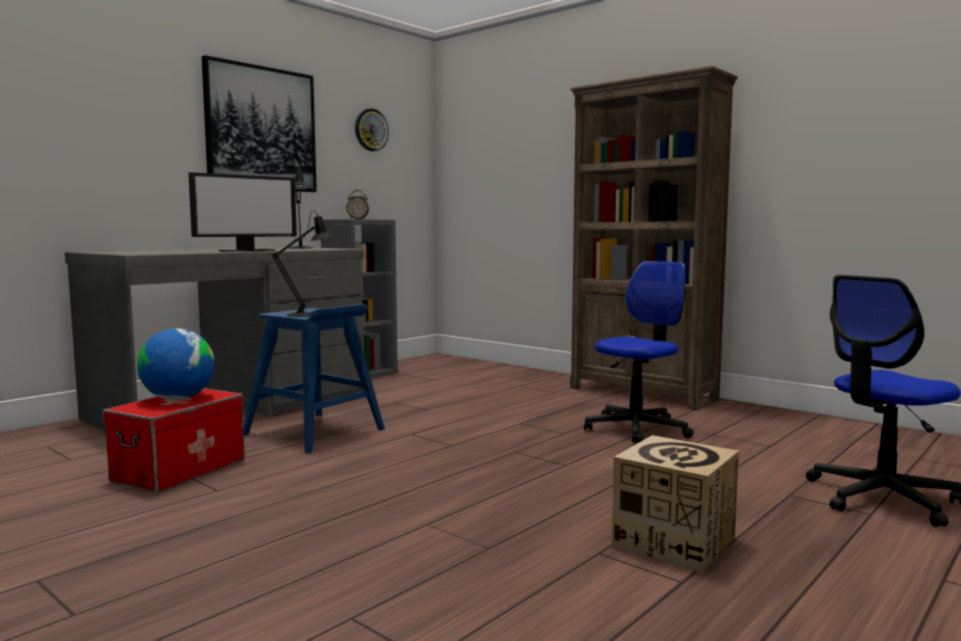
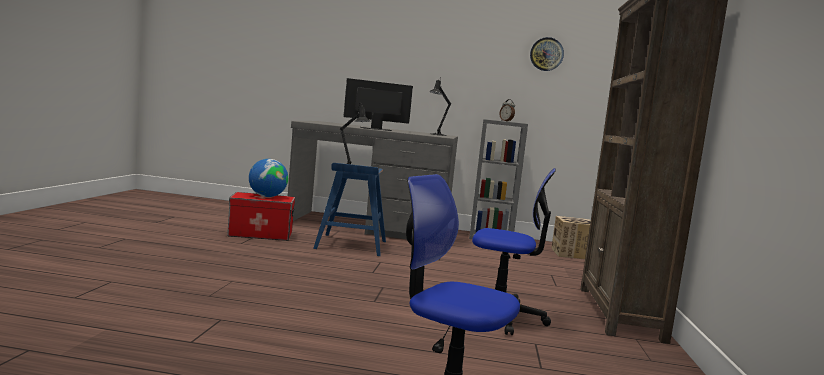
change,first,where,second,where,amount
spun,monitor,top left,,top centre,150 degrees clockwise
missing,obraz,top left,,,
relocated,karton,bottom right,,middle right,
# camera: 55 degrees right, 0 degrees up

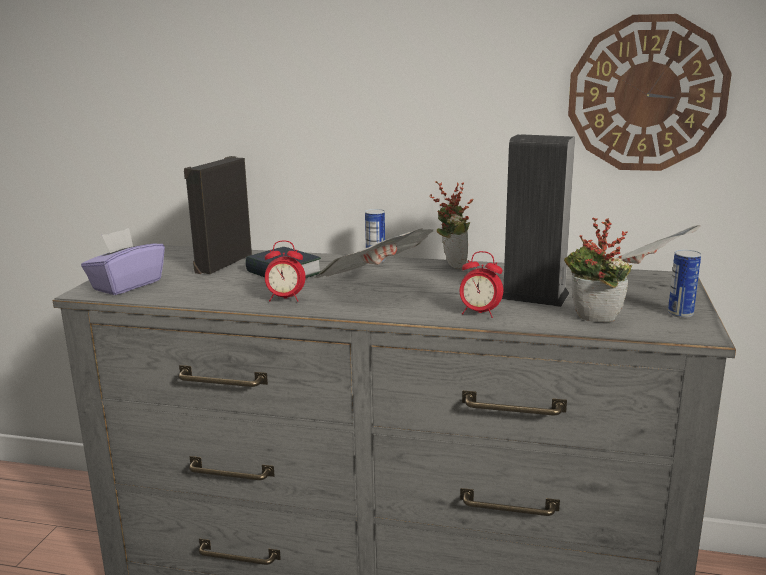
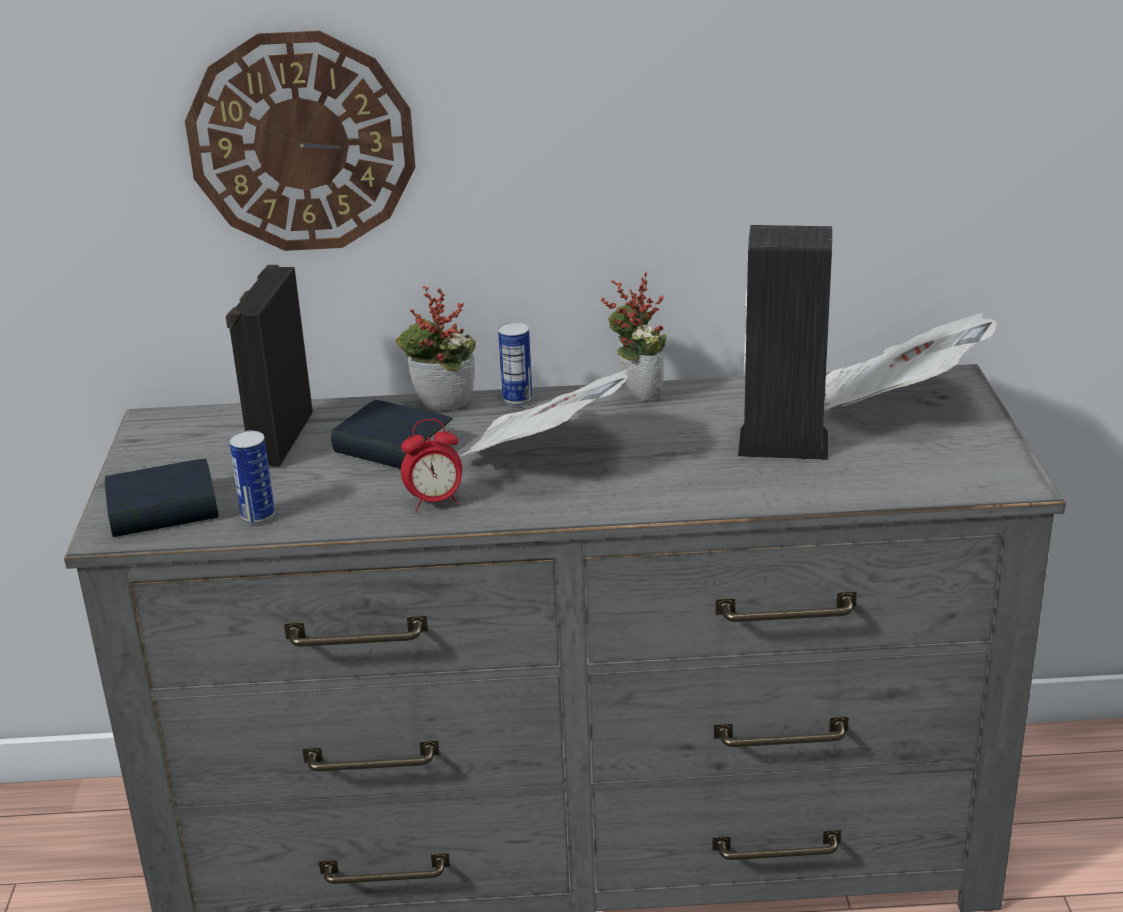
change,first,where,second,where,amount
exchanged,pudełko chusteczek (fioletowy),middle left,książka (no. 1 from left),middle left,
missing,budzik (no. 2 from left),centre,,,
relocated,roślina doniczkowa (no. 2 from left in the first image),middle right,roślina doniczkowa (no. 1 from left),centre,
relocated,zegar ścienny,top right,,top left,
relocated,puszka (no. 2 from left in the first image),middle right,puszka (no. 1 from left),middle left,
# camera: 15 degrees left, 10 degrees up

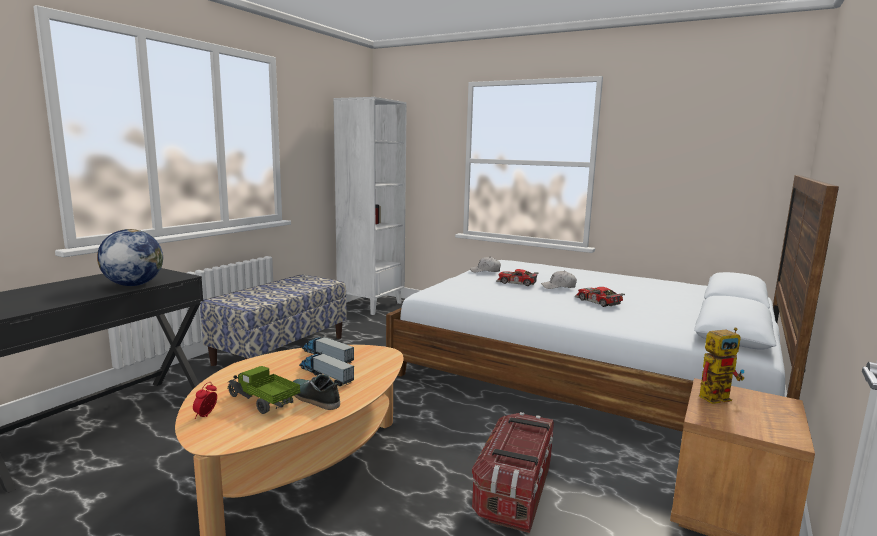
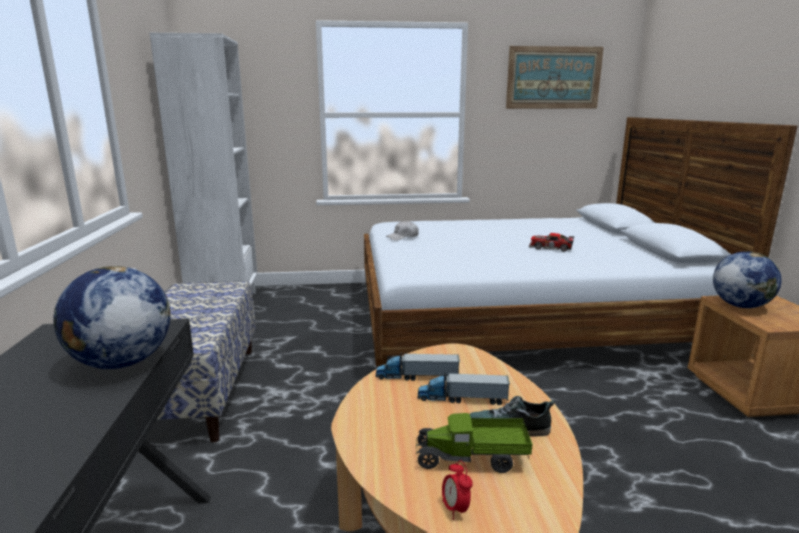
change,first,where,second,where,amount
missing,pojemnik do przechowywania,bottom centre,,,
missing,samochodzik (no. 1 from left),centre,,,
missing,czapka z daszkiem (biały) (no. 2 from left),centre,,,
exchanged,robot zabawkowy,bottom right,globus (no. 2 from left),middle right,
appeared,,,obraz,top right,
# camera: 35 degrees left, 5 degrees up

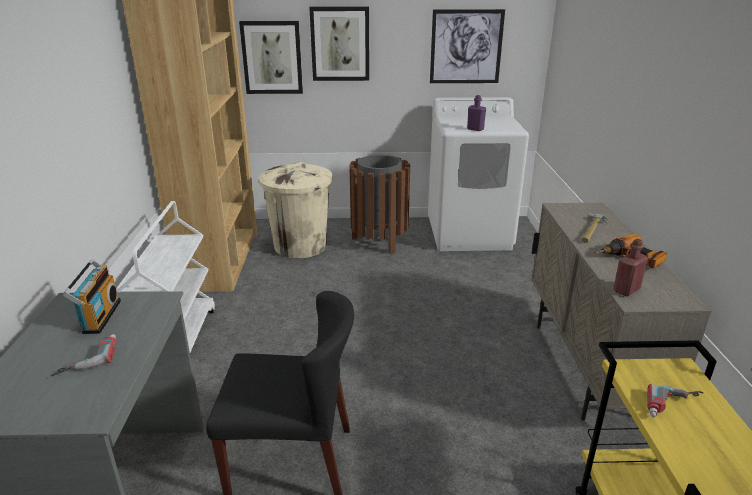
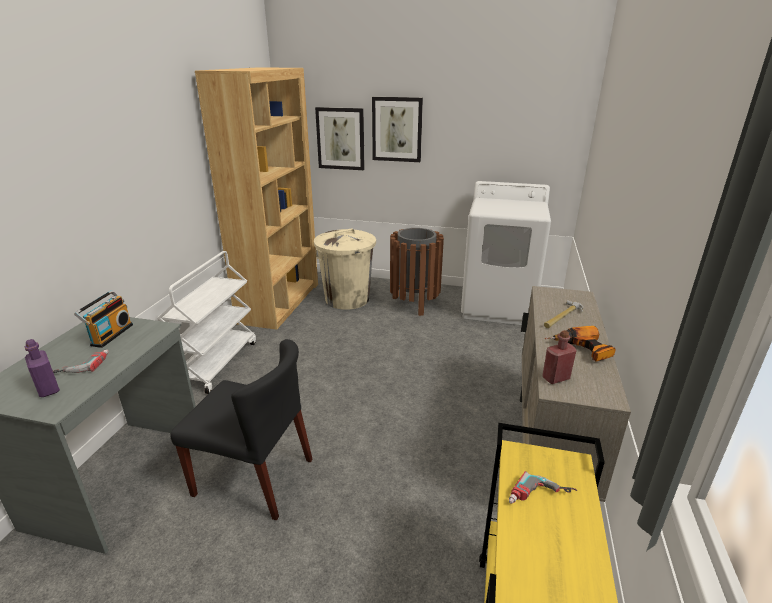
change,first,where,second,where,amount
missing,obraz (no. 3 from left),top centre,,,
relocated,butelka (fioletowy),top centre,,middle left,
# camera: 15 degrees right, 0 degrees up

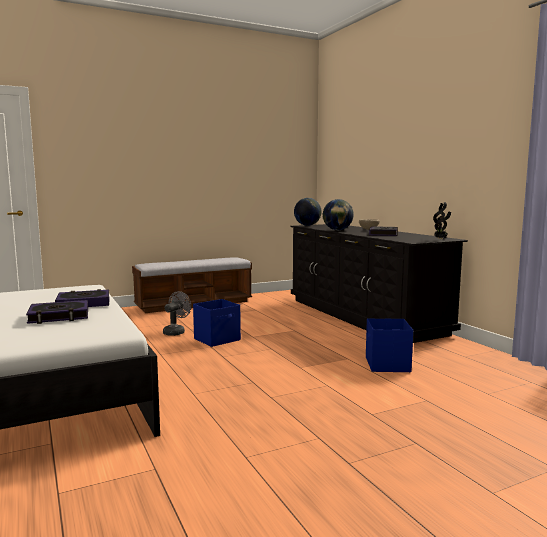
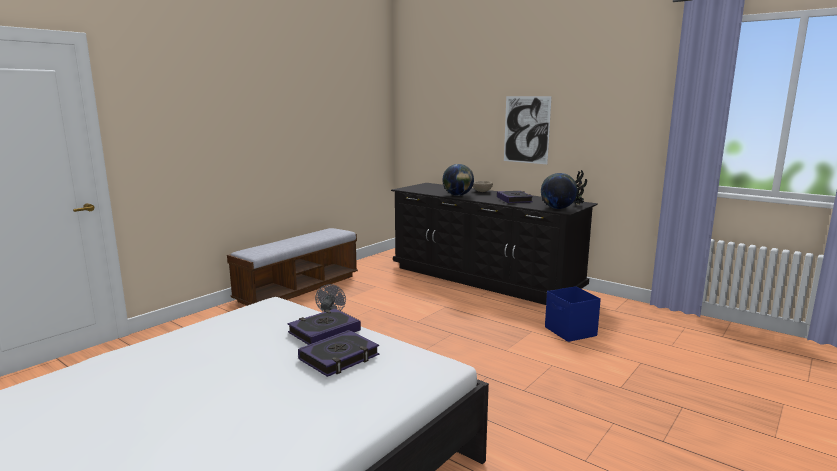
change,first,where,second,where,amount
missing,pojemnik do przechowywania (niebieski) (no. 1 from left),centre,,,
relocated,globus (no. 1 from left in the first image),centre,globus (no. 2 from left),middle right,
appeared,,,obraz,top centre,
# camera: 25 degrees left, 5 degrees up

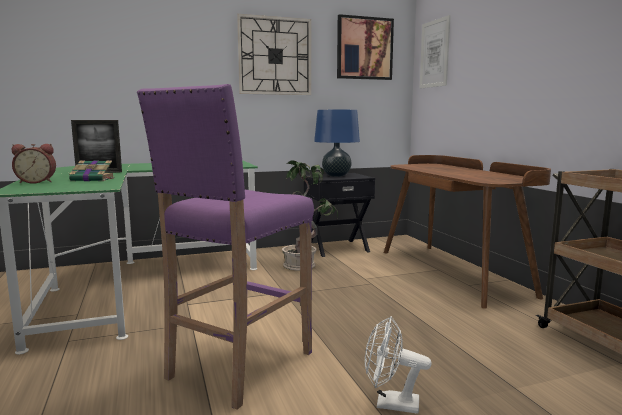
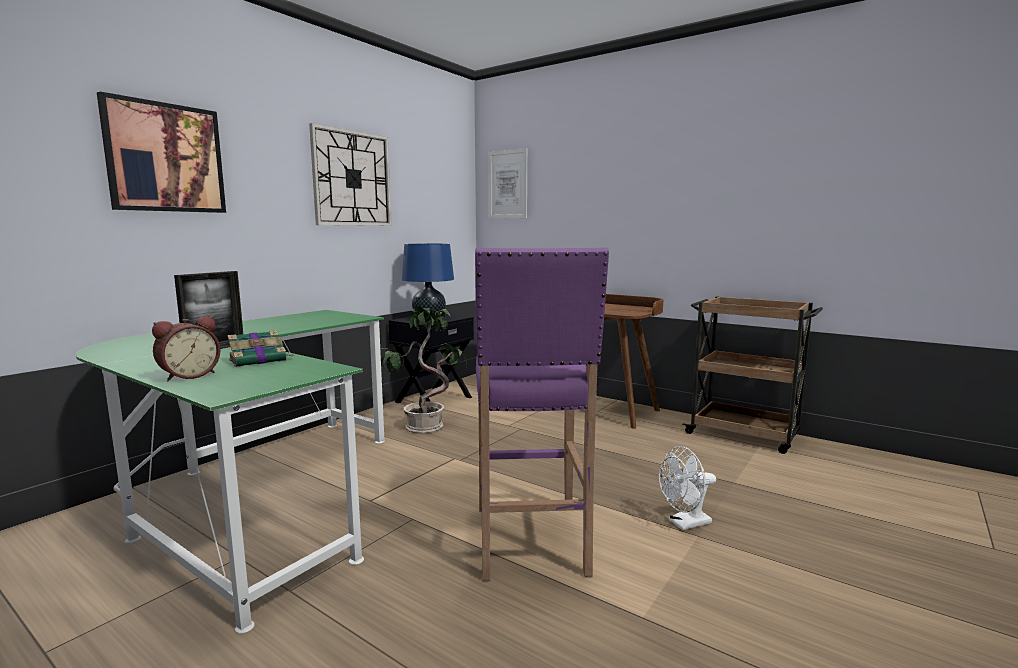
change,first,where,second,where,amount
relocated,obraz (no. 1 from left),top centre,,top left,
# camera: 35 degrees left, 0 degrees up

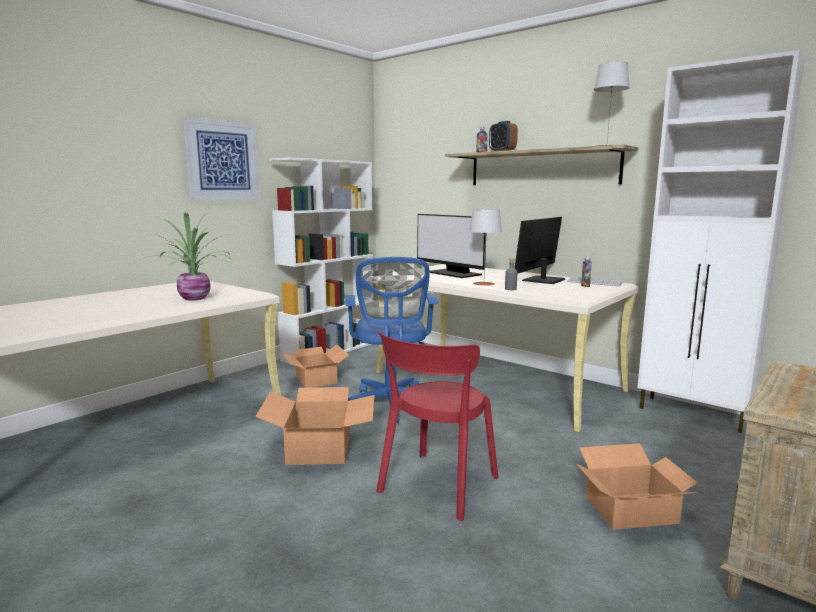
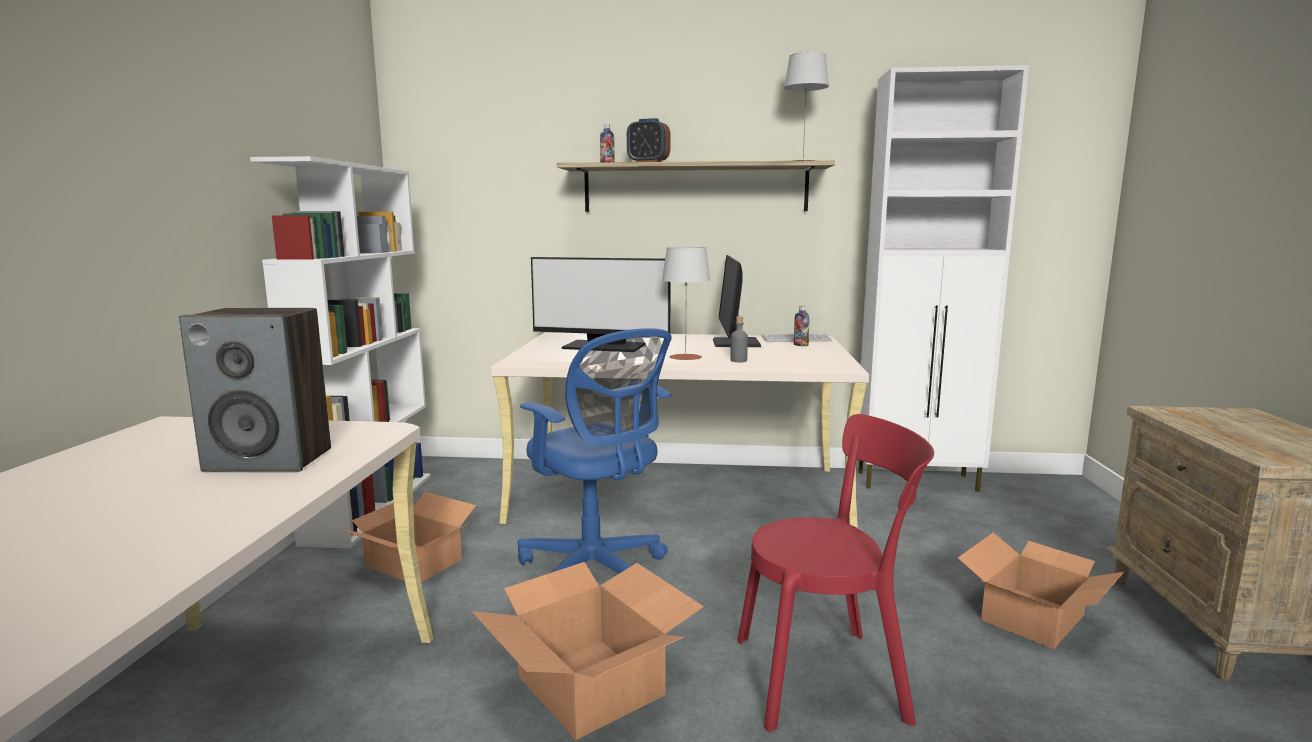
change,first,where,second,where,amount
exchanged,roślina doniczkowa,middle left,głośnik,middle left,
missing,obraz,top left,,,
spun,krzesło (czerwony),bottom centre,,bottom centre,90 degrees counterclockwise
# camera: 35 degrees left, 0 degrees up

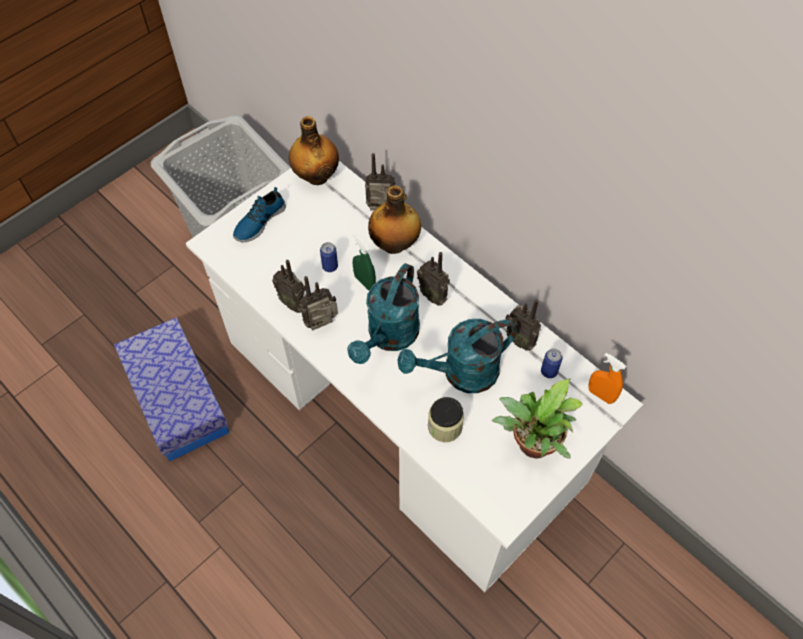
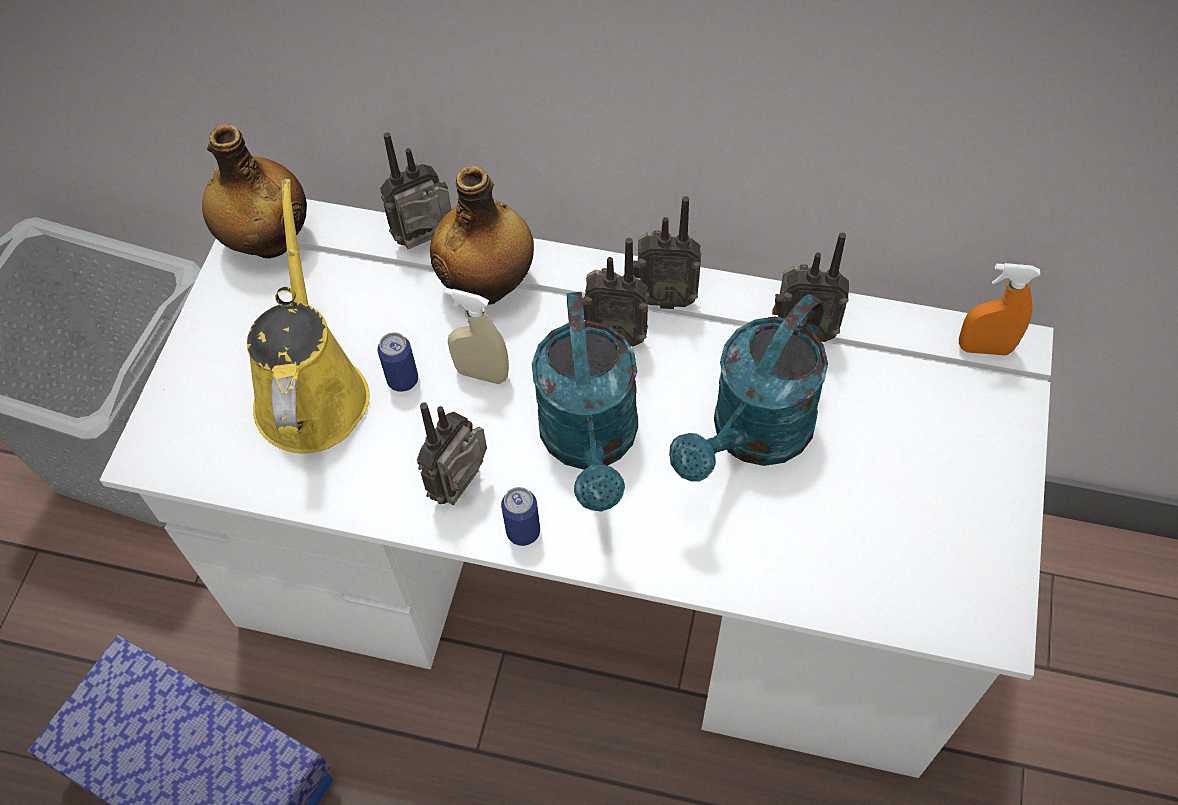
change,first,where,second,where,amount
missing,but,middle left,,,
relocated,radio (no. 1 from left in the first image),centre,radio (no. 4 from left),top centre,
colour,spryskiwacz (zielony),centre,spryskiwacz (beżowy),centre,
missing,słoik,centre,,,
missing,roślina doniczkowa,middle right,,,
relocated,puszka (no. 2 from left),middle right,,centre,
appeared,,,konewka (żółty),middle left,
# camera: 30 degrees left, 0 degrees up

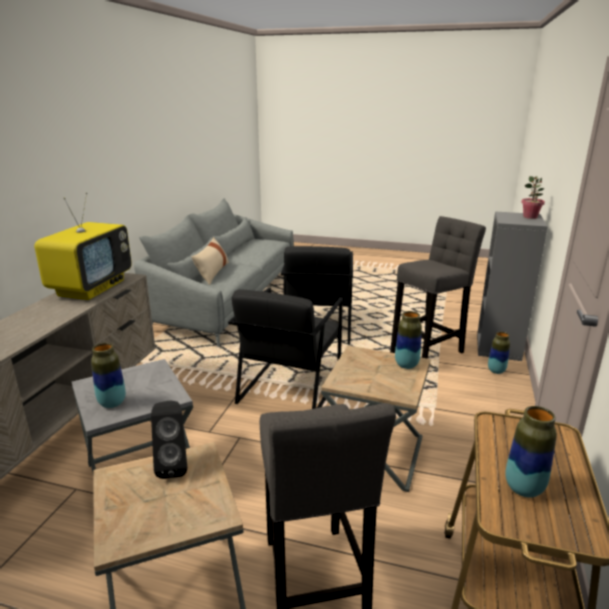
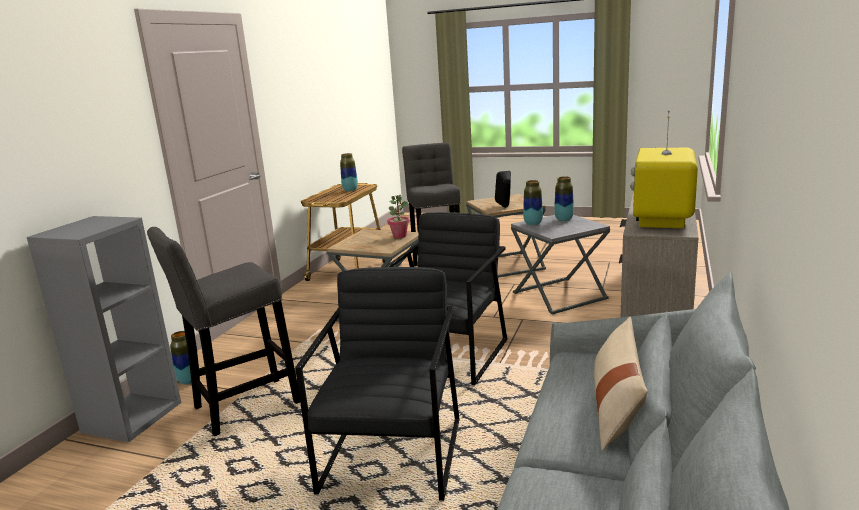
change,first,where,second,where,amount
relocated,wazon (no. 2 from left in the first image),middle right,wazon (no. 3 from left),centre,
relocated,roślina doniczkowa,top right,,centre,
# camera: 175 degrees left, 5 degrees down

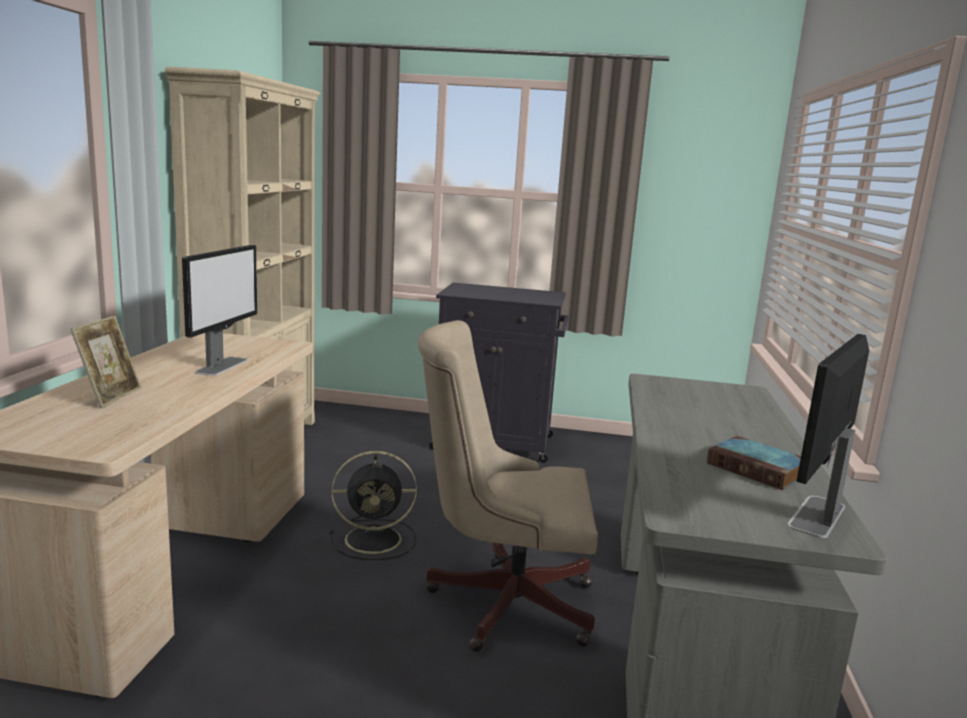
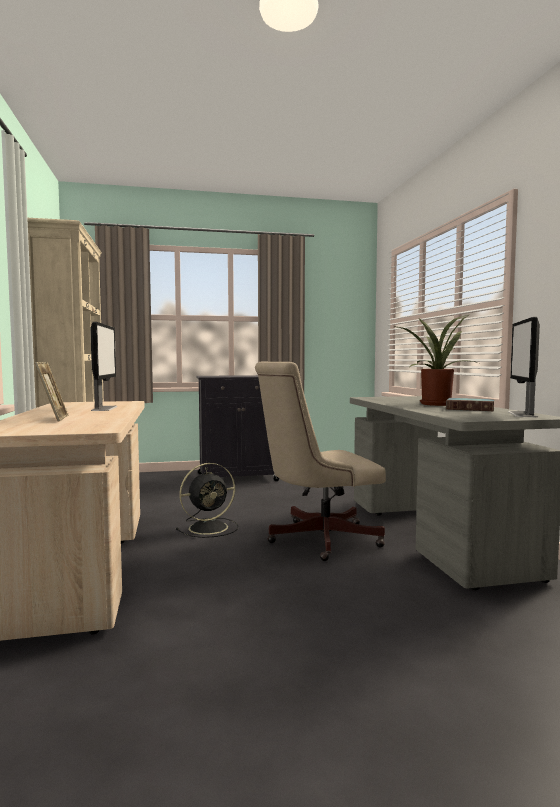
change,first,where,second,where,amount
appeared,,,roślina doniczkowa,middle right,
# camera: 20 degrees left, 10 degrees down

